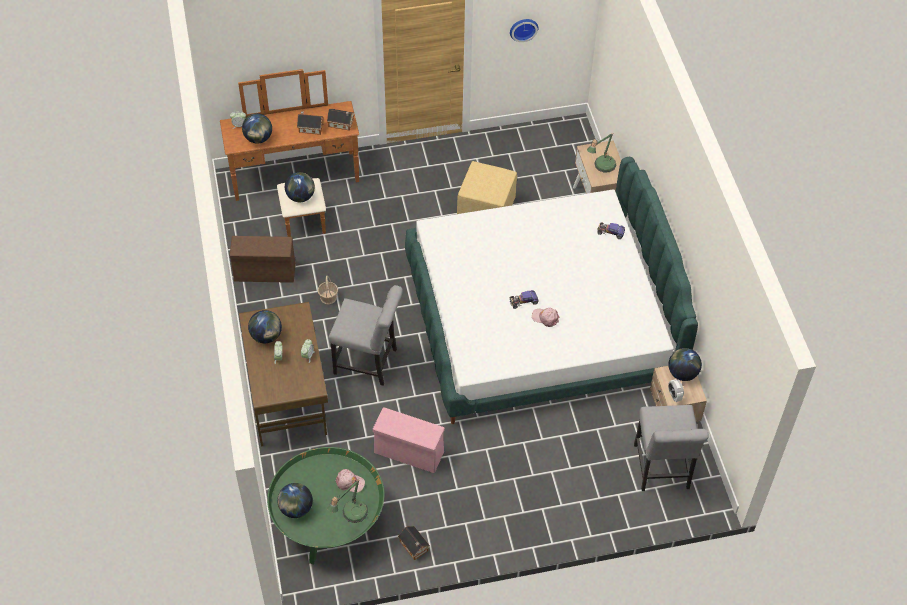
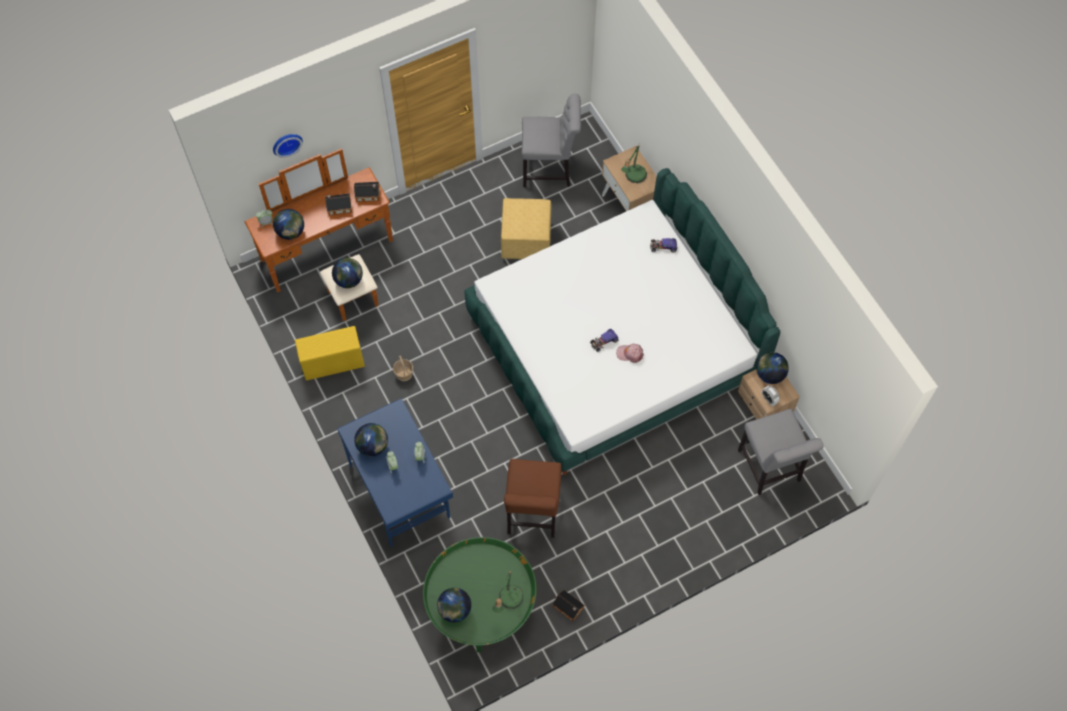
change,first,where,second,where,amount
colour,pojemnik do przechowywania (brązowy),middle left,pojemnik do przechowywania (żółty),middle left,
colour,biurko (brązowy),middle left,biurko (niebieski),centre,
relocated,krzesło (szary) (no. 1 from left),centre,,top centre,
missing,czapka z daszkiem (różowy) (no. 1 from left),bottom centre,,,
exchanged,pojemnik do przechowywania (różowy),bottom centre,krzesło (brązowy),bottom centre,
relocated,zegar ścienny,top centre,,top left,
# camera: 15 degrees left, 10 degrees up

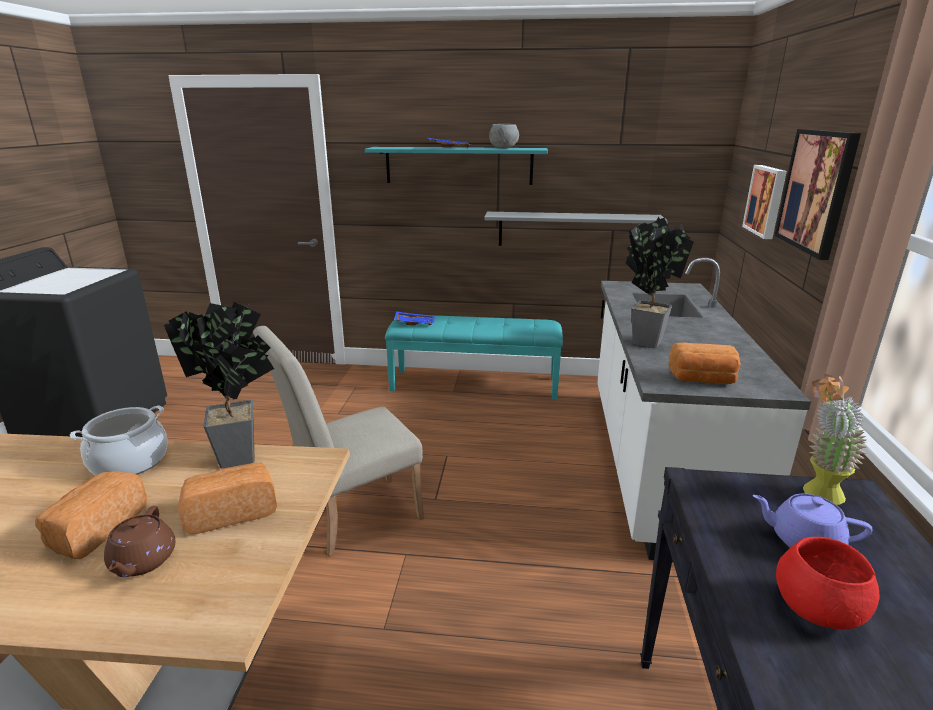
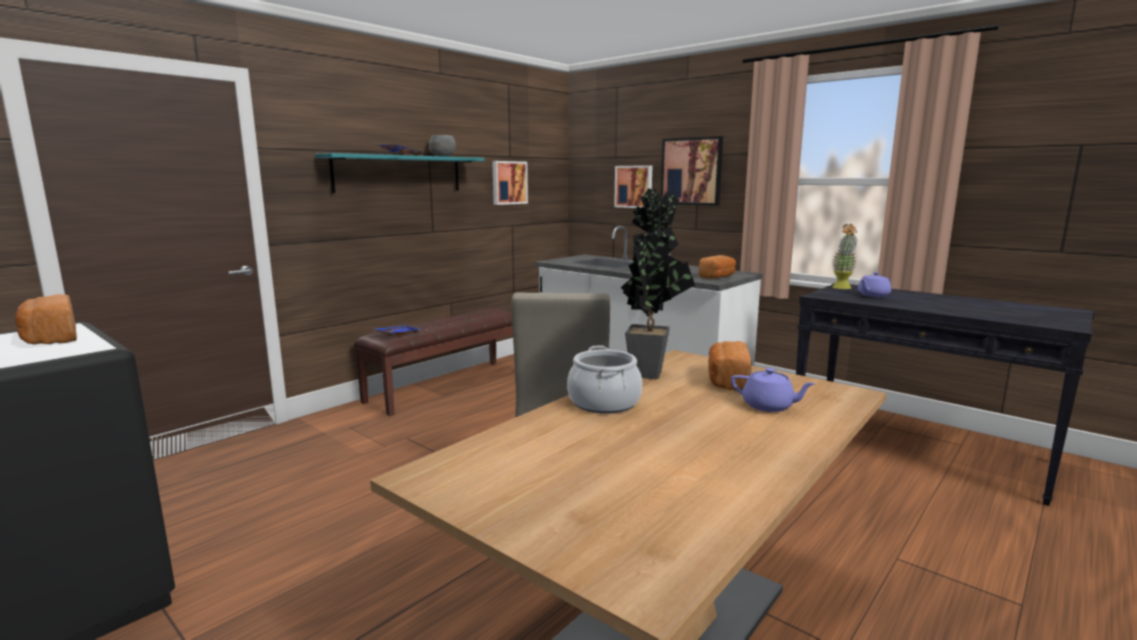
change,first,where,second,where,amount
relocated,chleb (no. 1 from left),bottom left,,middle left,
colour,imbryk (brązowy),bottom left,imbryk (fioletowy) (no. 1 from left),middle right,
colour,ławka (turkusowy),centre,ławka (brązowy),centre,
missing,półka (szary),top centre,,,
missing,miska (czerwony),bottom right,,,
appeared,,,obraz (no. 1 from left),top centre,
# camera: 55 degrees left, 10 degrees down

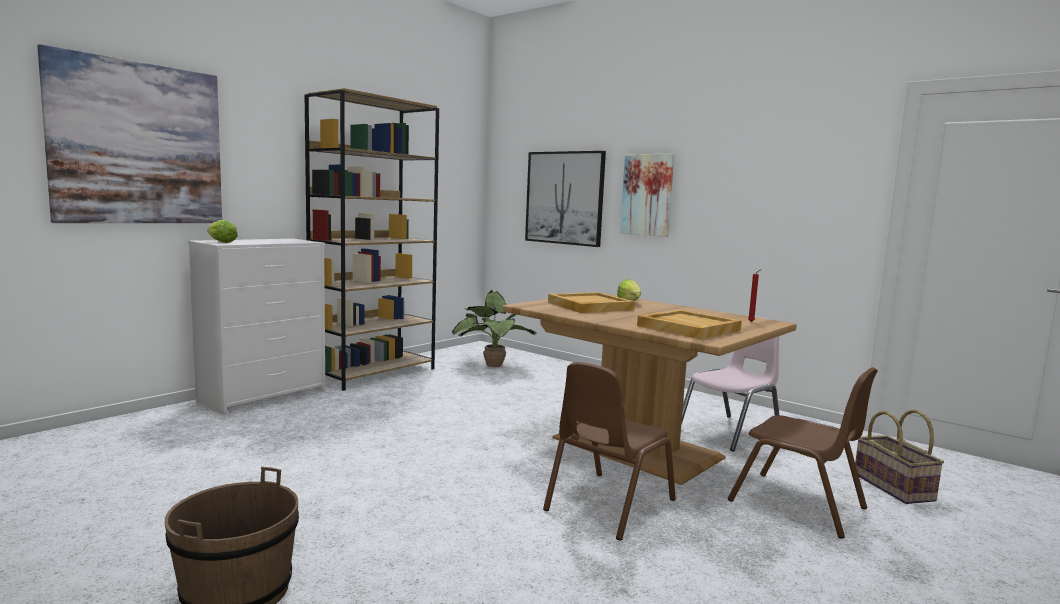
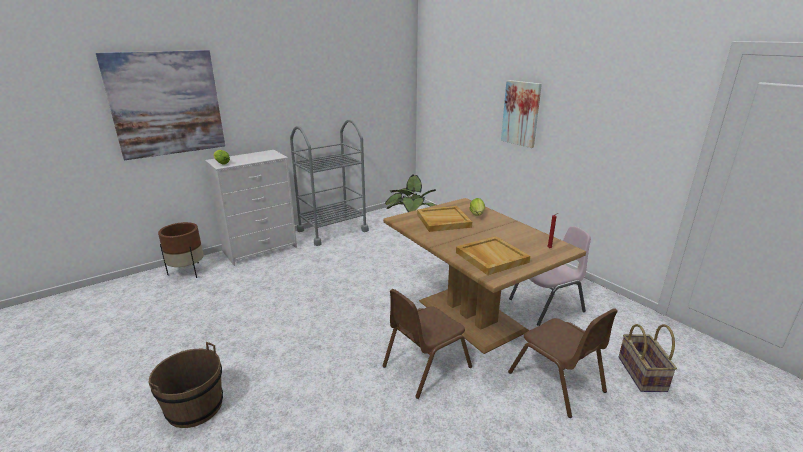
change,first,where,second,where,amount
exchanged,regał (brązowy),centre,wózek (szary),centre,
missing,obraz (no. 2 from left),top centre,,,
appeared,,,donica (brązowy),middle left,
# camera: 15 degrees right, 15 degrees up

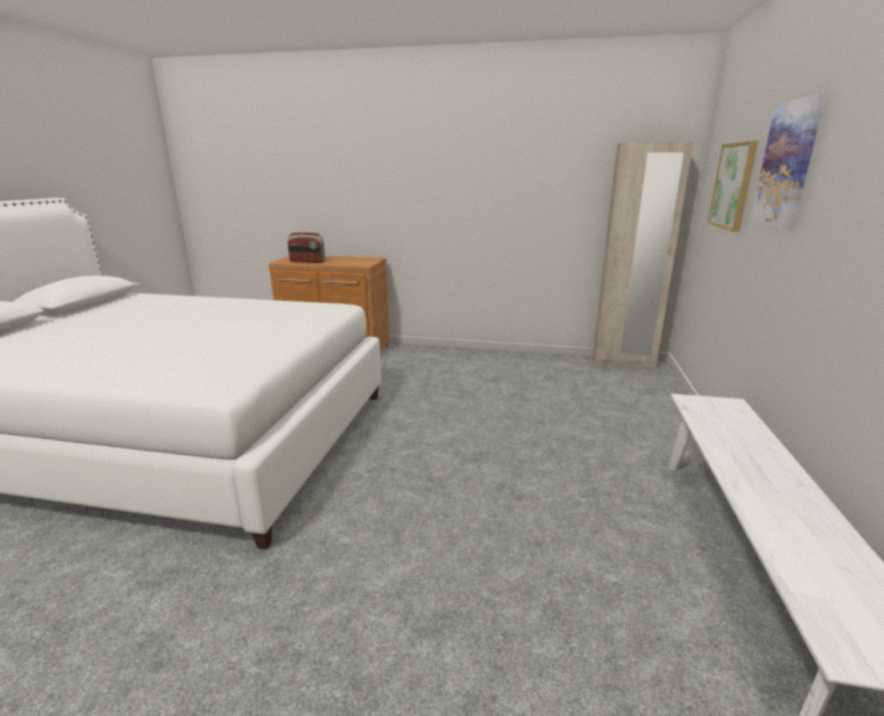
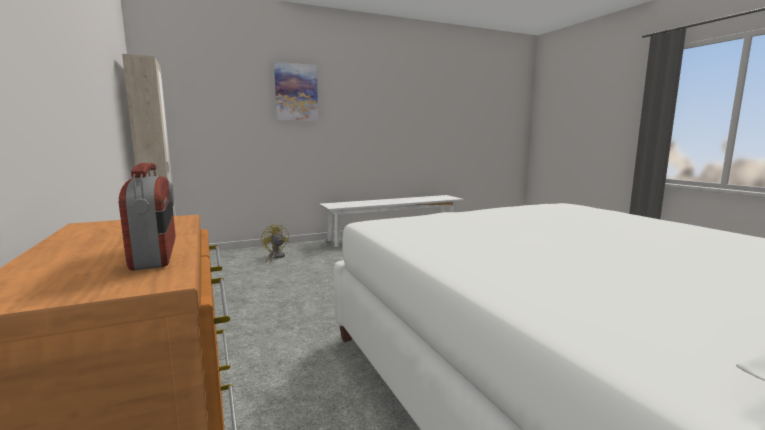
change,first,where,second,where,amount
missing,obraz (no. 1 from left),top right,,,
appeared,,,wentylator (żółty),centre,
# camera: 125 degrees left, 10 degrees down

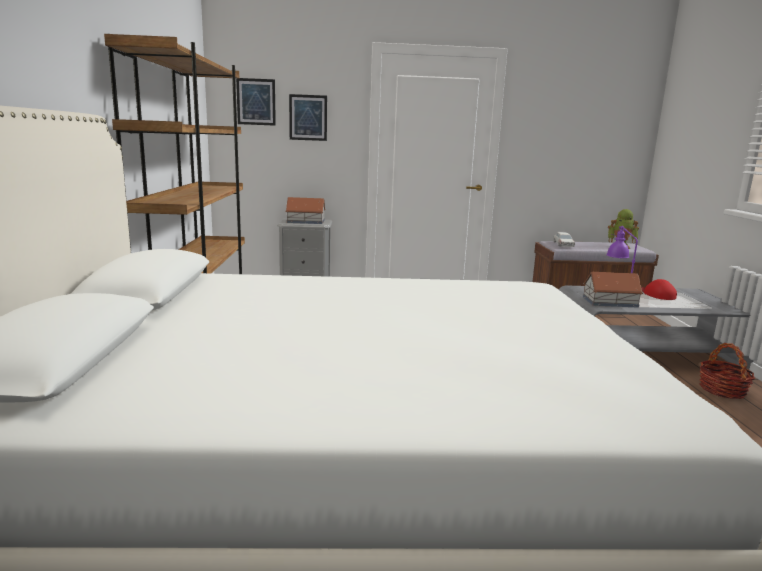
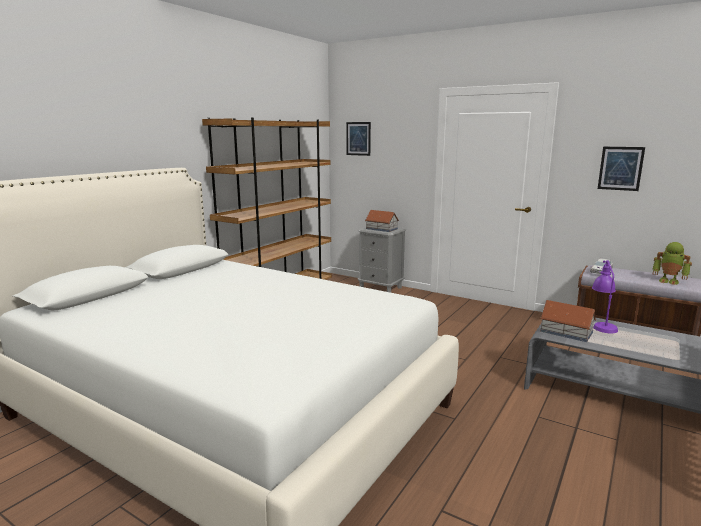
change,first,where,second,where,amount
relocated,obraz (no. 2 from left),top centre,,top right,
missing,czapka z daszkiem (czerwony),middle right,,,
missing,koszyk,middle right,,,
# camera: 35 degrees right, 0 degrees up

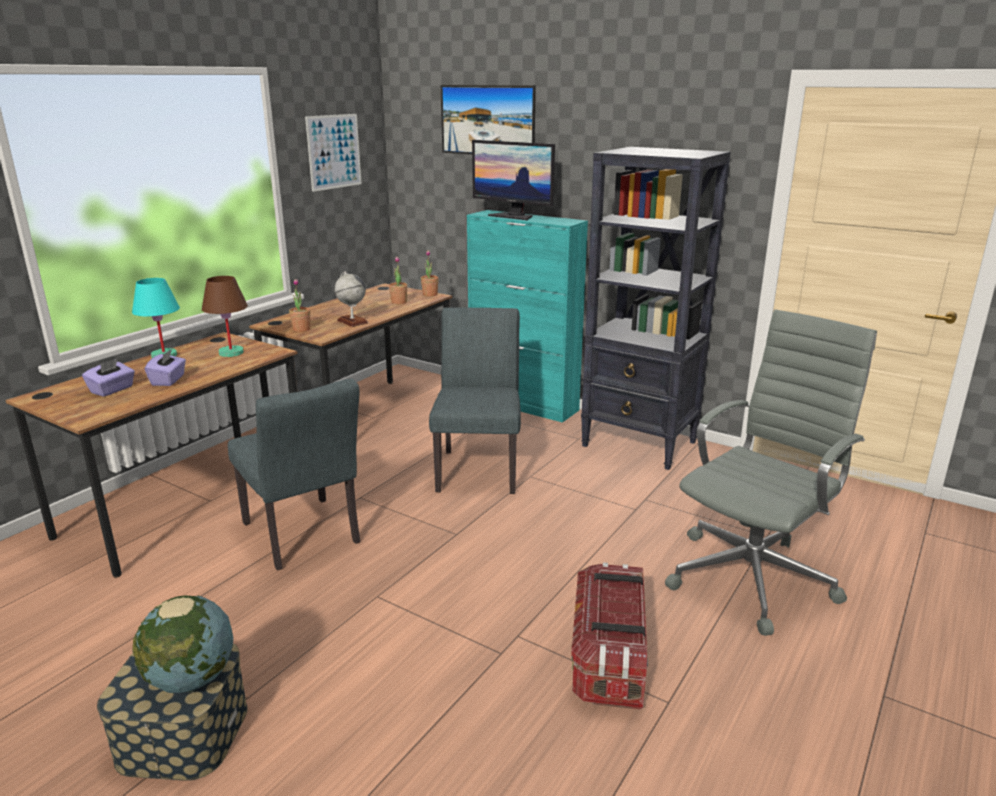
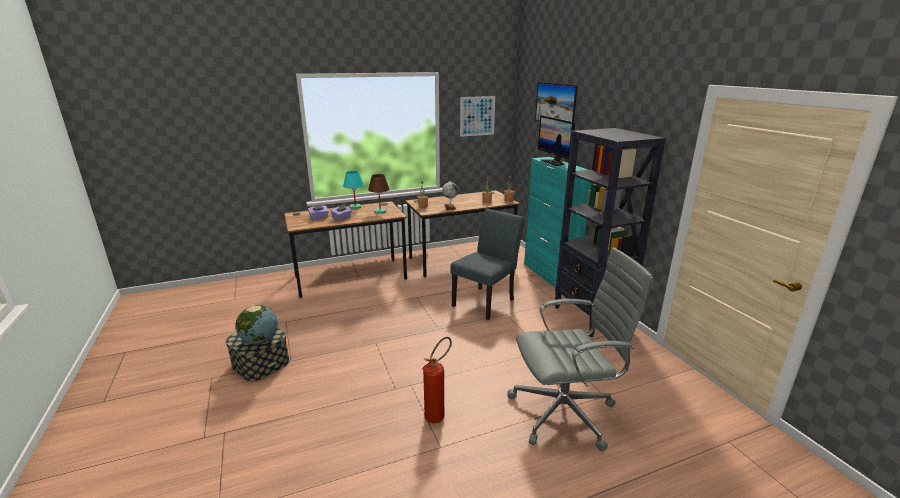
change,first,where,second,where,amount
missing,krzesło (szary) (no. 1 from left),middle left,,,
exchanged,pojemnik do przechowywania (no. 2 from left),bottom centre,gaśnica,bottom centre,
# camera: 35 degrees right, 0 degrees up

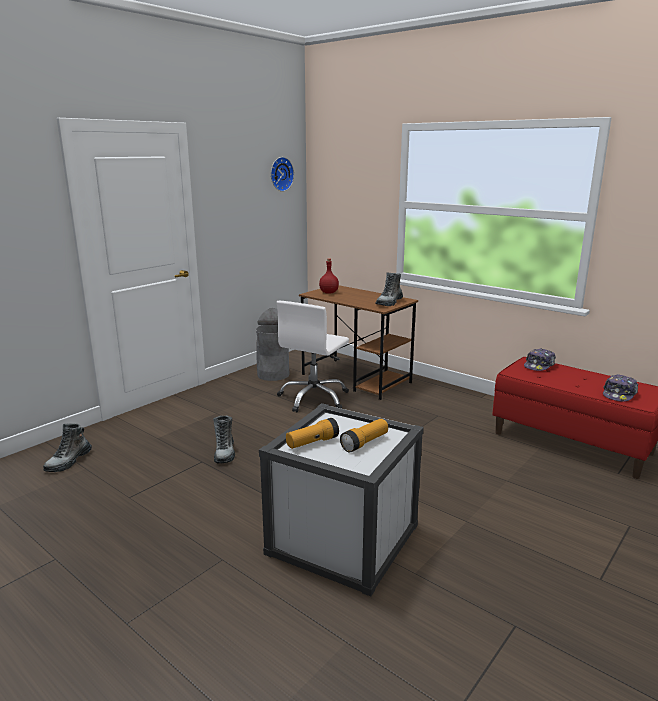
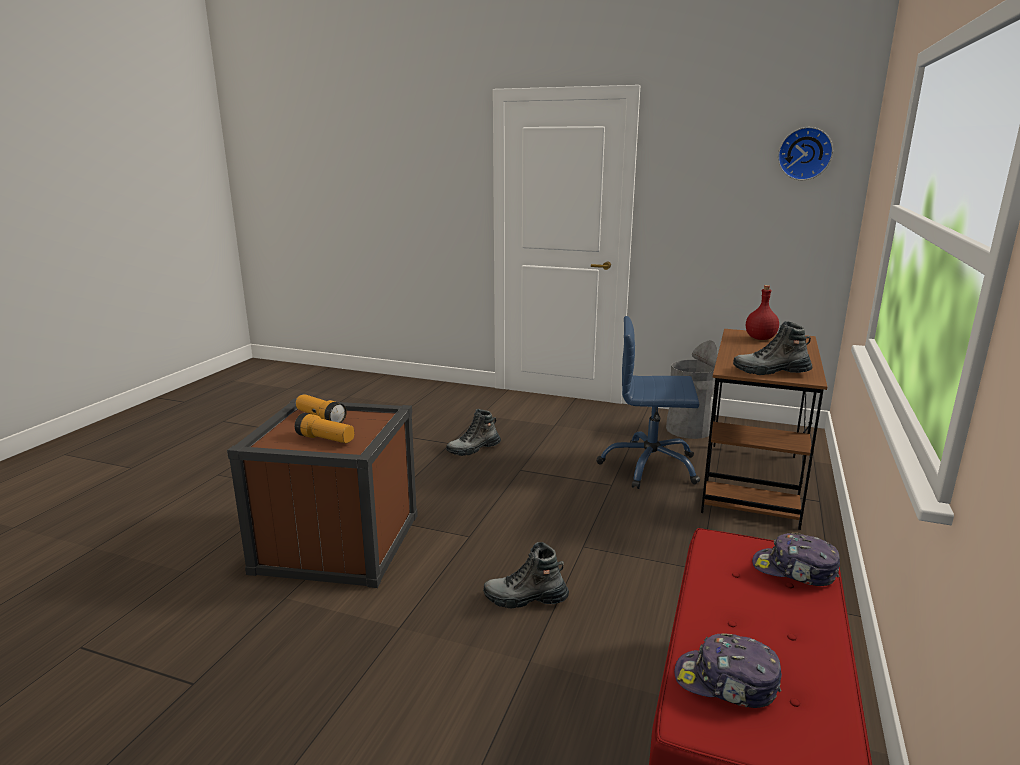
change,first,where,second,where,amount
relocated,but z cholewką (no. 1 from left in the first image),middle left,but z cholewką (no. 2 from left),bottom centre,
colour,pojemnik do przechowywania (biały),bottom centre,pojemnik do przechowywania (brązowy),middle left,
colour,krzesło biurowe (biały),centre,krzesło biurowe (niebieski),centre,
# camera: 70 degrees right, 0 degrees up

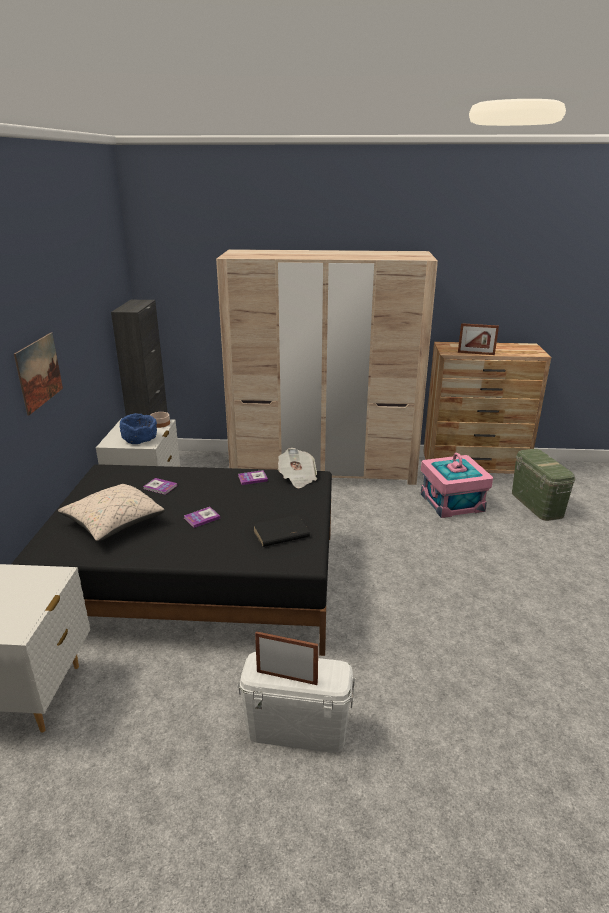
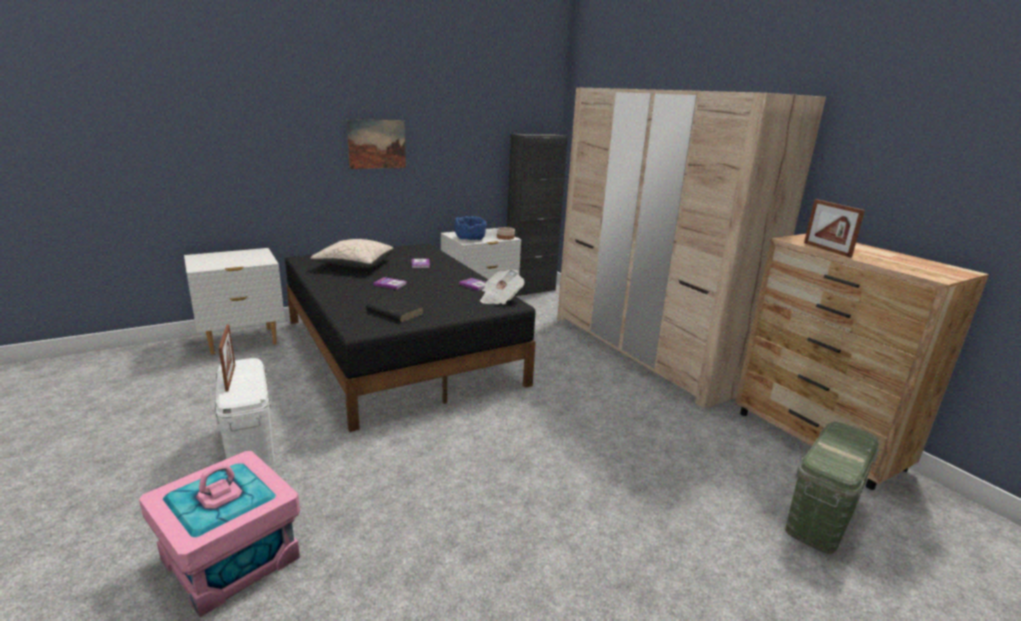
change,first,where,second,where,amount
relocated,pojemnik do przechowywania (różowy),middle right,,bottom left,
# camera: 55 degrees right, 5 degrees down

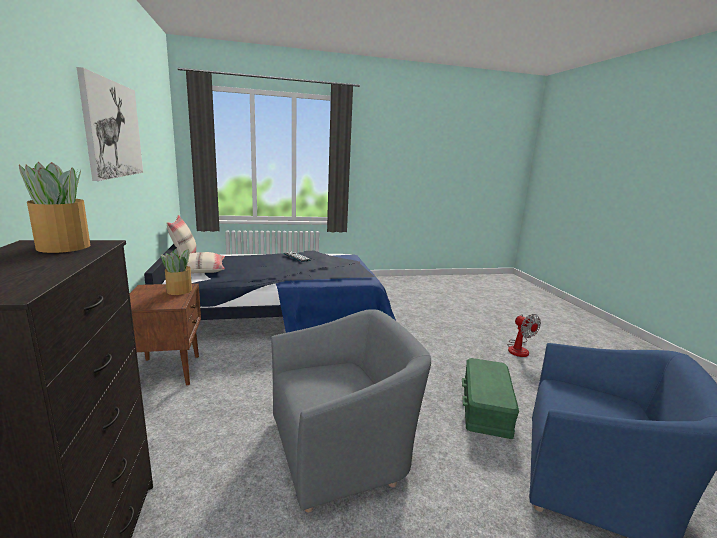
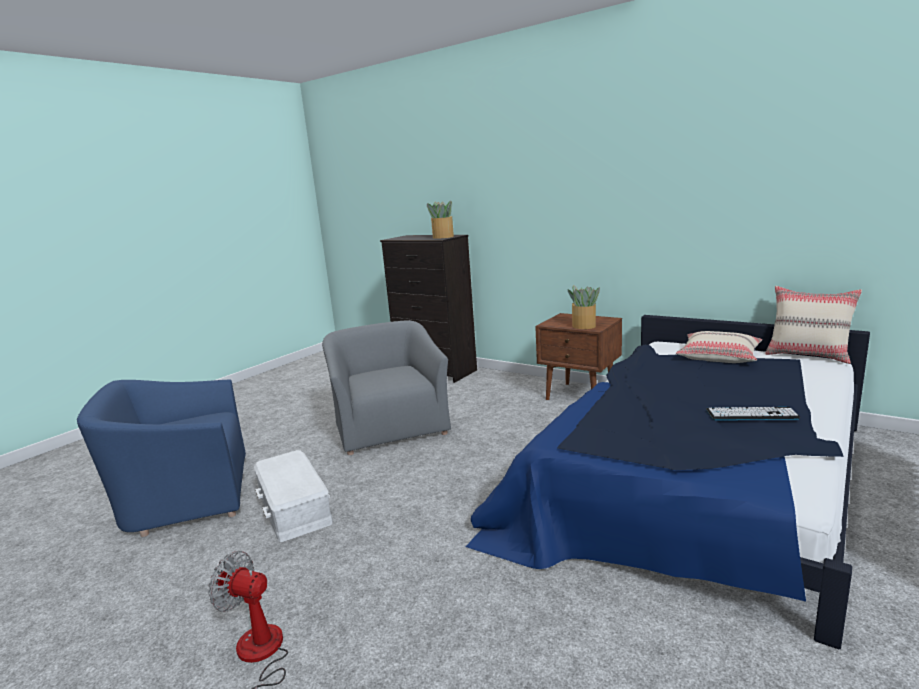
change,first,where,second,where,amount
missing,obraz,top left,,,
spun,fotel (szary),bottom centre,,centre,135 degrees clockwise
colour,pojemnik do przechowywania (zielony),bottom right,pojemnik do przechowywania (biały),bottom left,
# camera: 140 degrees right, 0 degrees up

